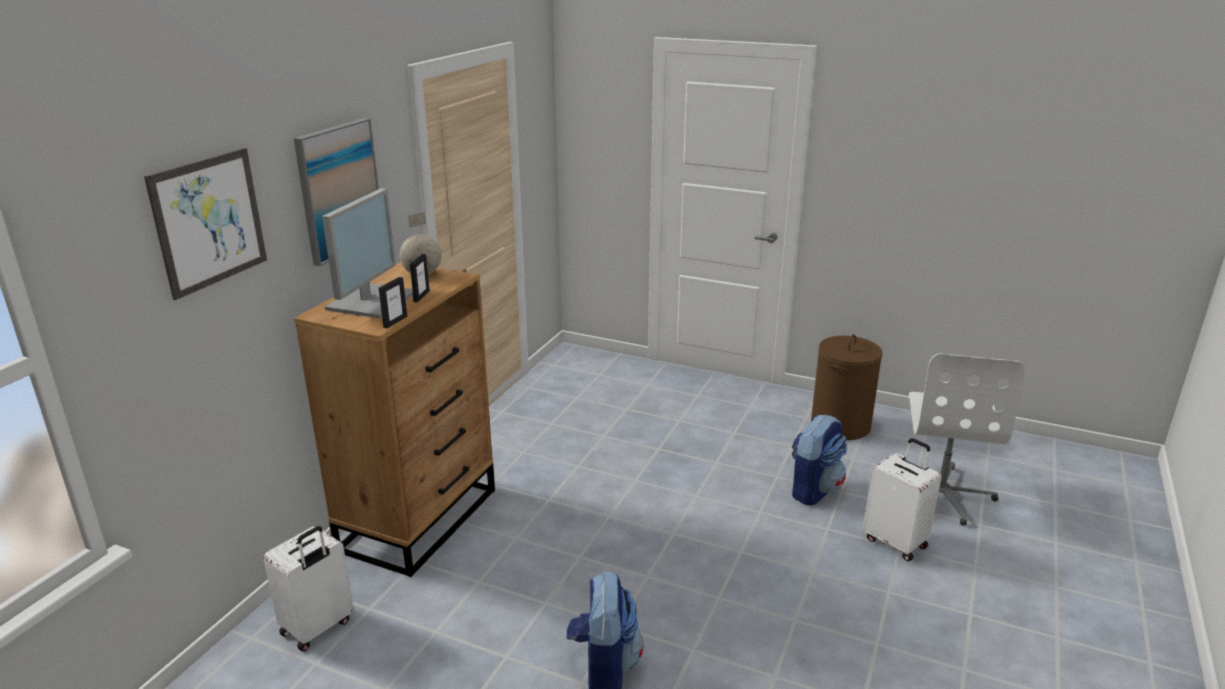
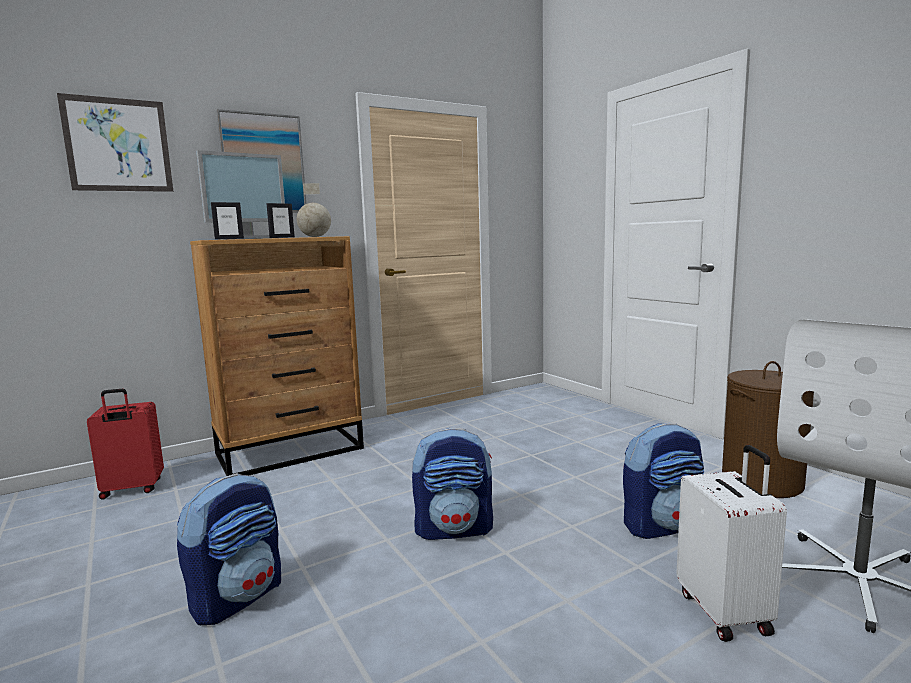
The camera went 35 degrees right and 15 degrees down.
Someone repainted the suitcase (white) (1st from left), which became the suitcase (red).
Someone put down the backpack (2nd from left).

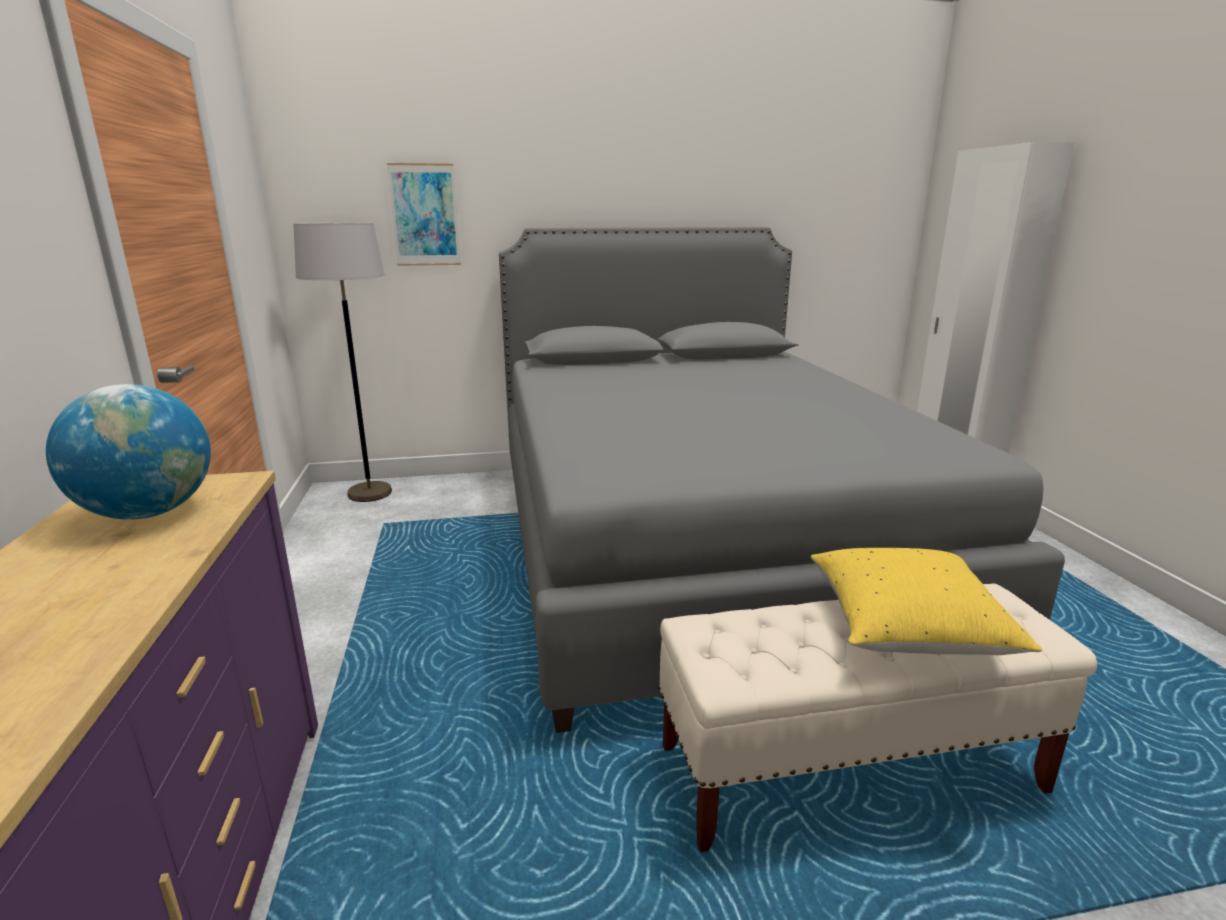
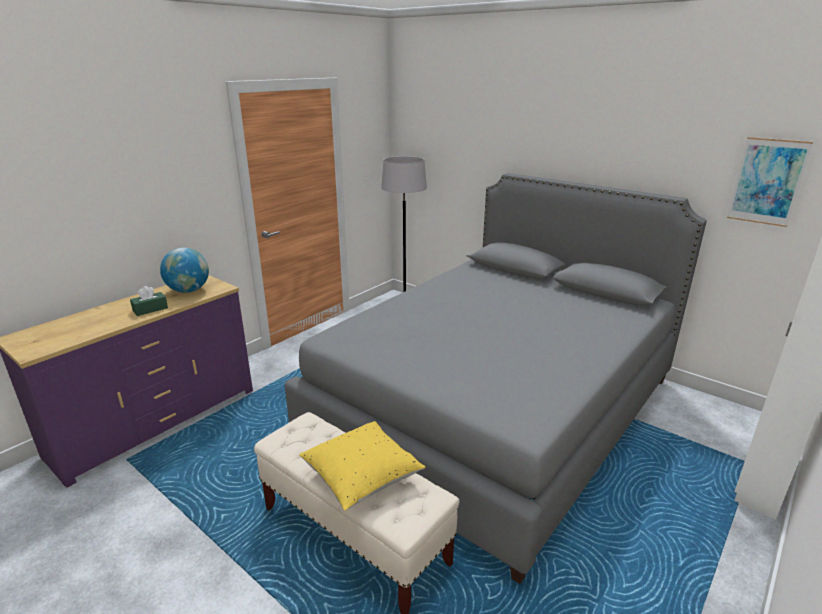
The camera went 50 degrees right and 5 degrees up.
Someone carried the picture.
Someone put down the tissue box (green).

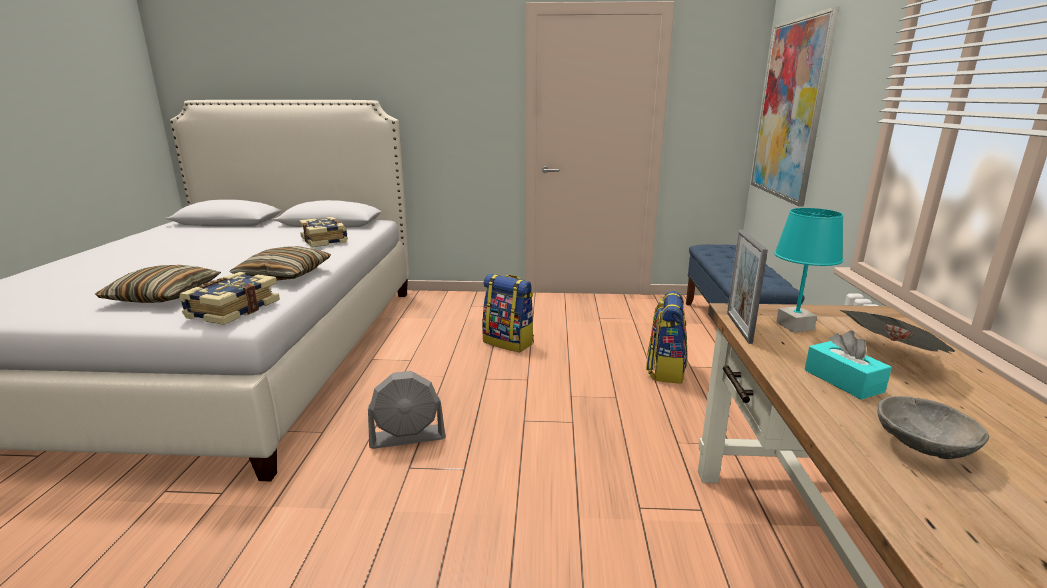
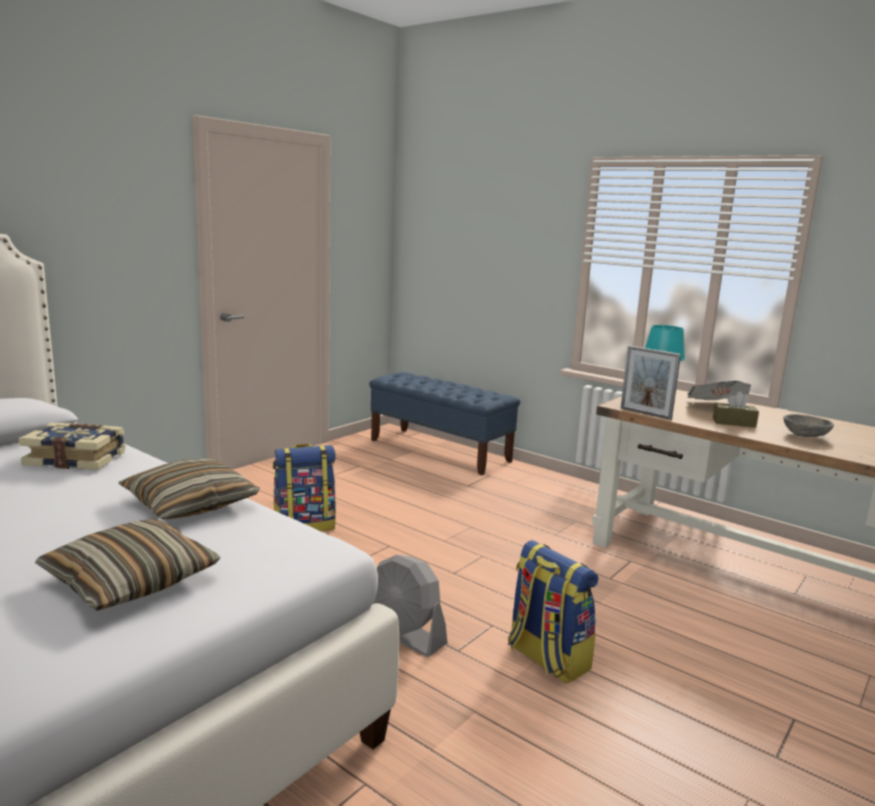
The camera went 55 degrees left and 5 degrees down.
Someone took away the picture.
Someone took away the book (1st from left).
Someone carried the backpack (2nd from left).
Someone repainted the tissue box (turquoise), which became the tissue box (brown).
Someone rotated the fan (grey) by 105 degrees clockwise.

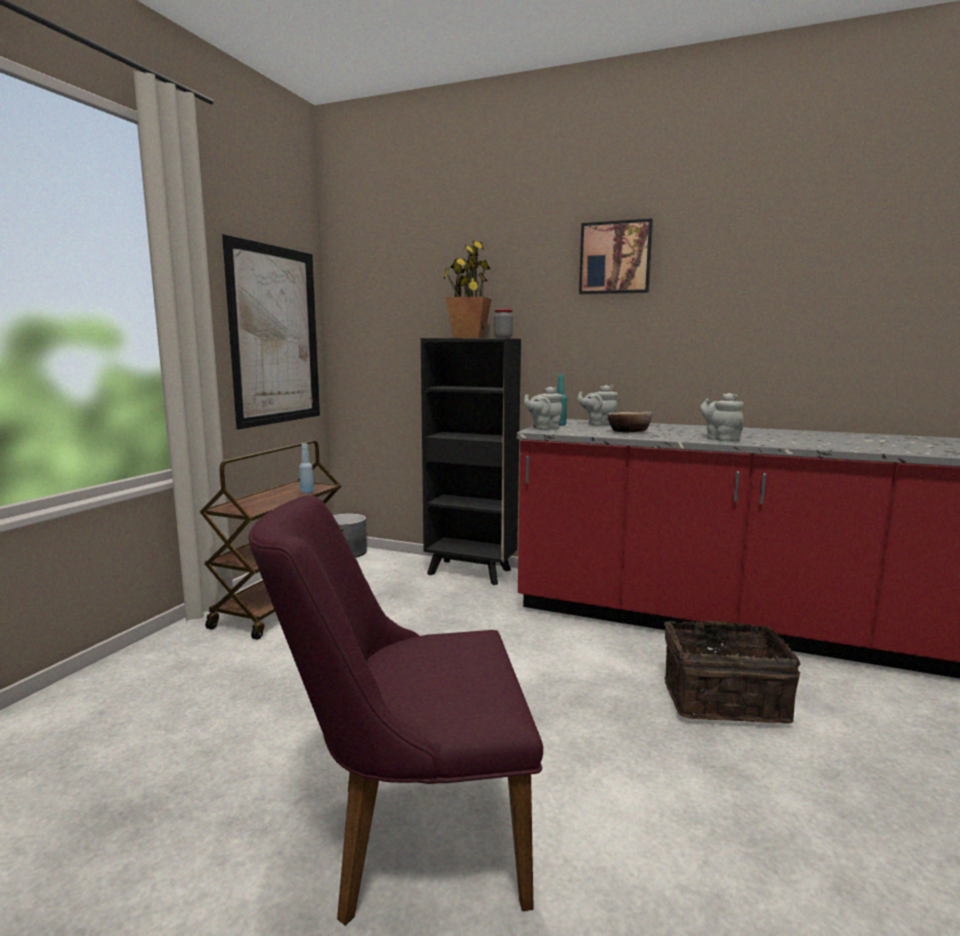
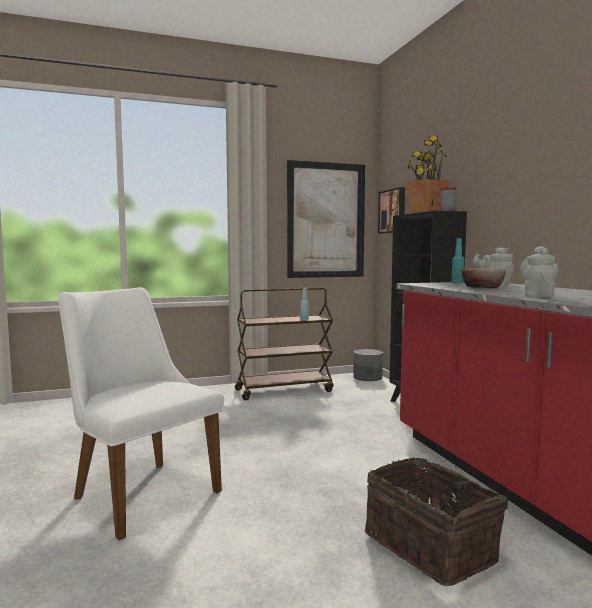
The camera went 50 degrees right and 5 degrees down.
Someone carried the picture (2nd from left).
Someone took away the teapot (grey) (1st from left).
Someone repainted the chair (purple), which became the chair (white).

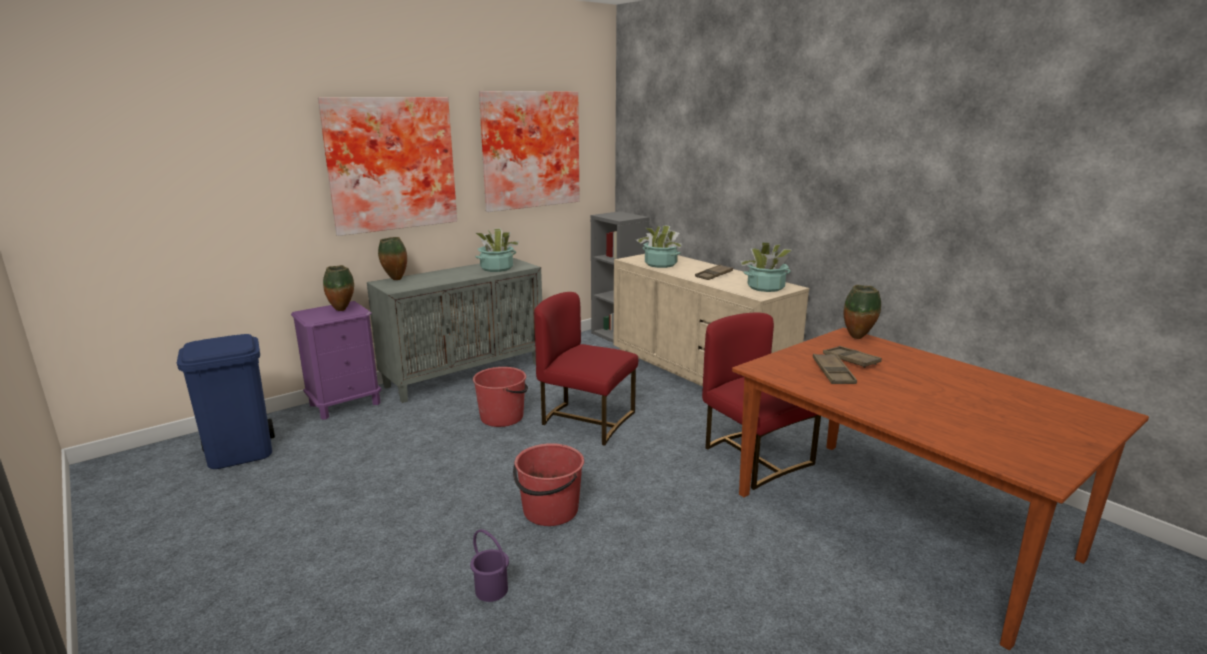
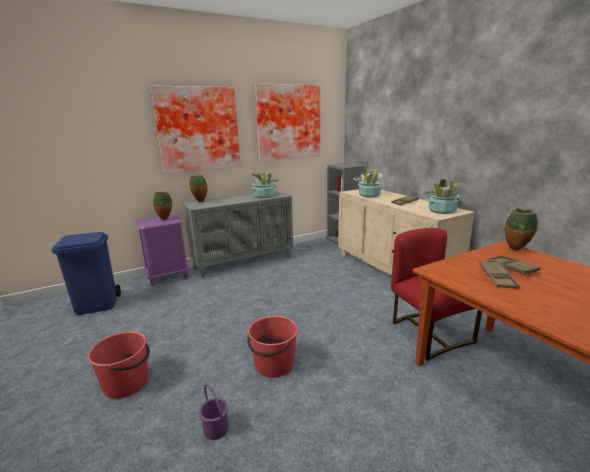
The camera went 10 degrees right and 0 degrees up.
Someone took away the chair (red) (1st from left).
Someone carried the bucket (red) (1st from left).

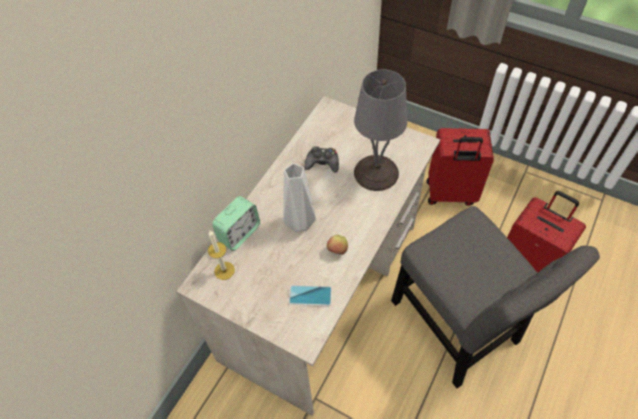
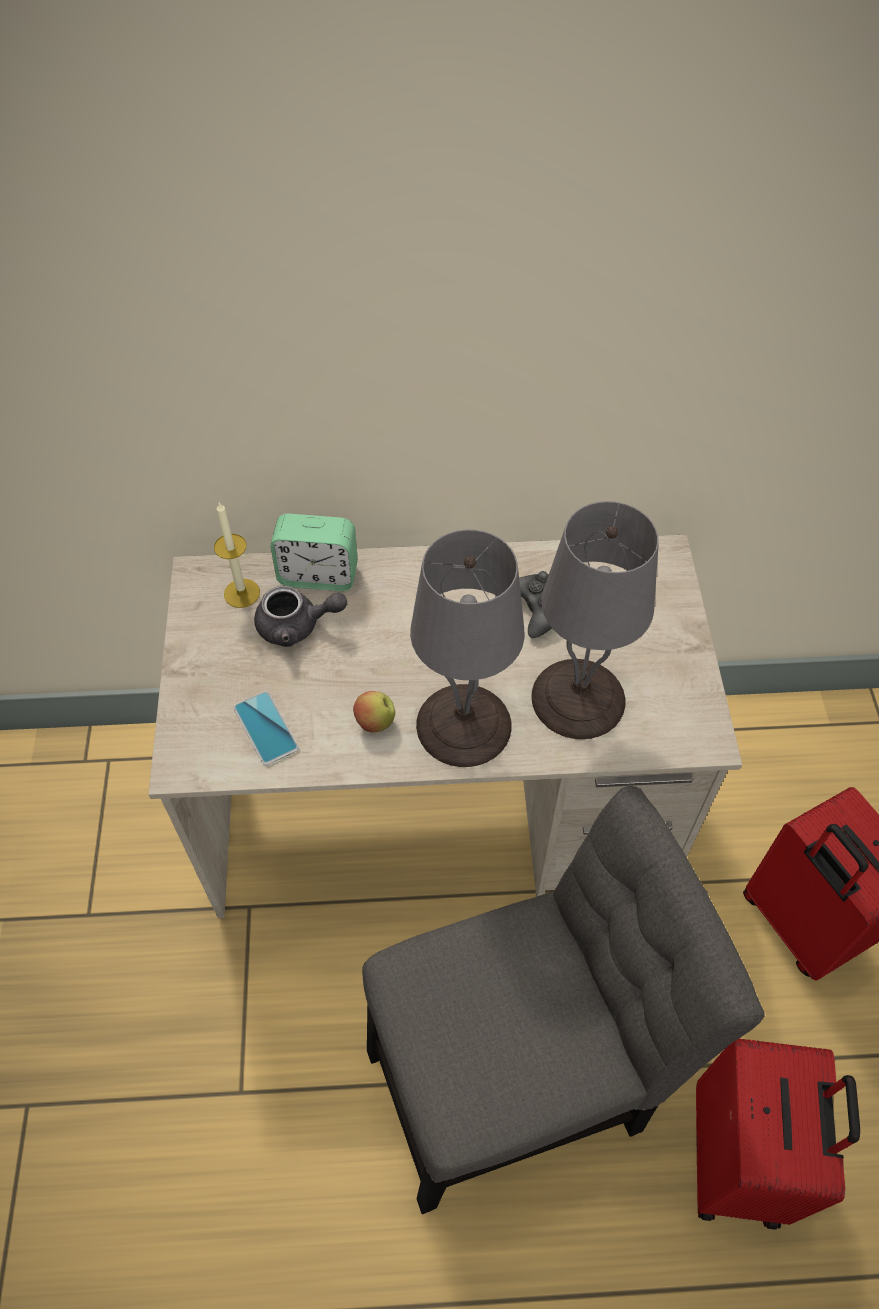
The camera went 55 degrees right and 0 degrees up.
Someone took away the vase (grey).
Someone rotated the chair (grey) by 135 degrees counterclockwise.
Someone put down the table lamp (grey) (1st from left).
Someone put down the teapot (grey).

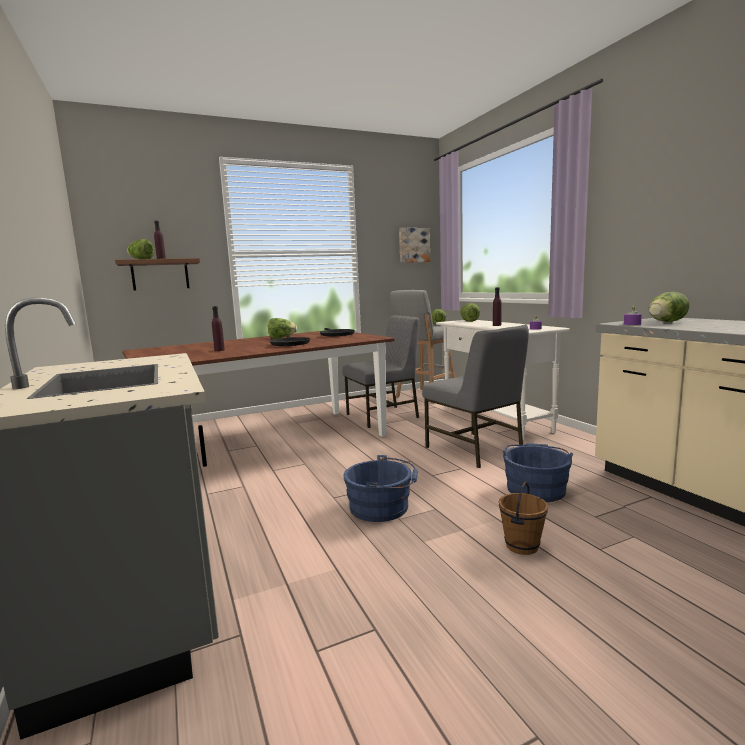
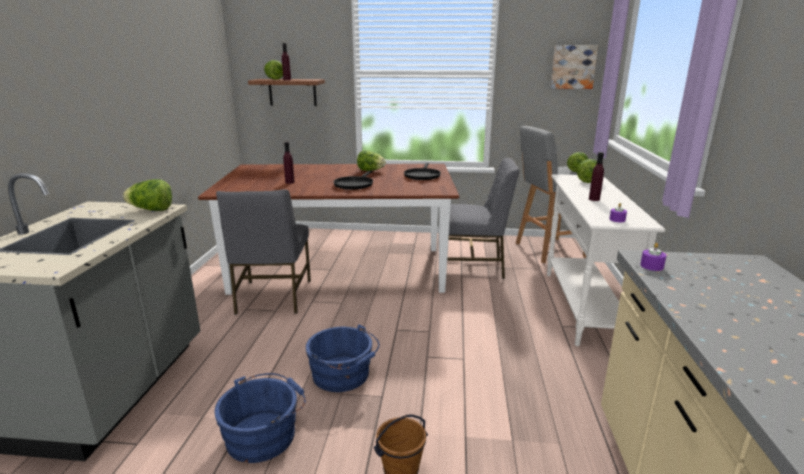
The camera went 30 degrees right and 10 degrees up.
Someone carried the lettuce (5th from left in the first image).
Someone carried the chair (grey) (2nd from left in the first image).
Someone carried the bucket (blue) (2nd from left in the first image).

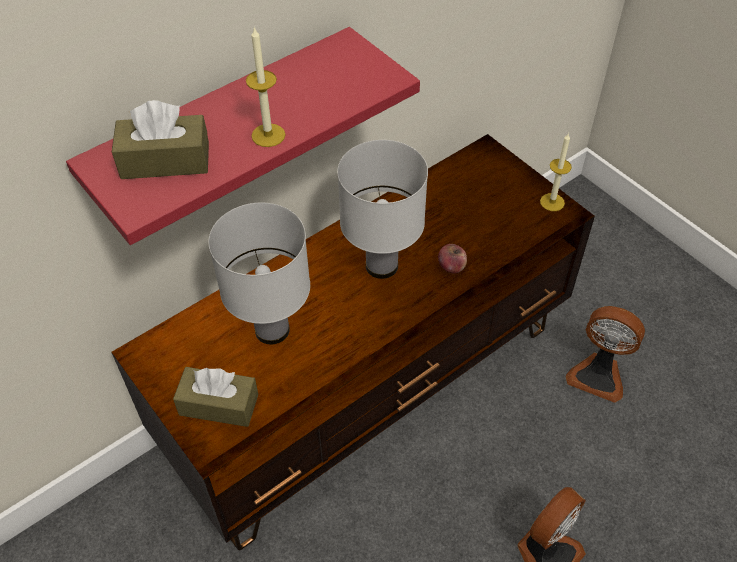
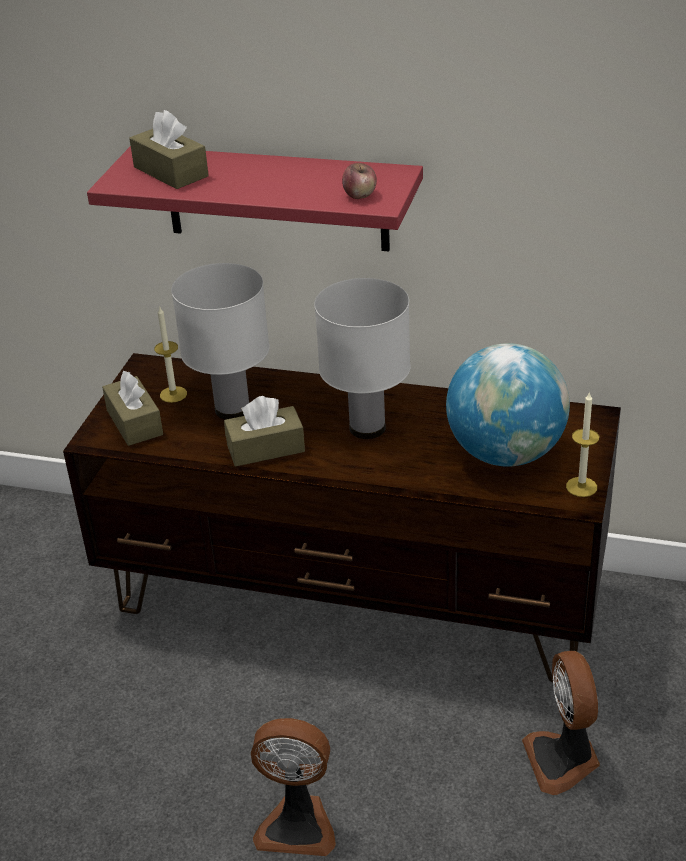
The camera went 55 degrees right and 15 degrees down.
Someone carried the candle (1st from left).
Someone carried the apple.
Someone put down the globe.
Someone put down the tissue box (brown) (3rd from left).

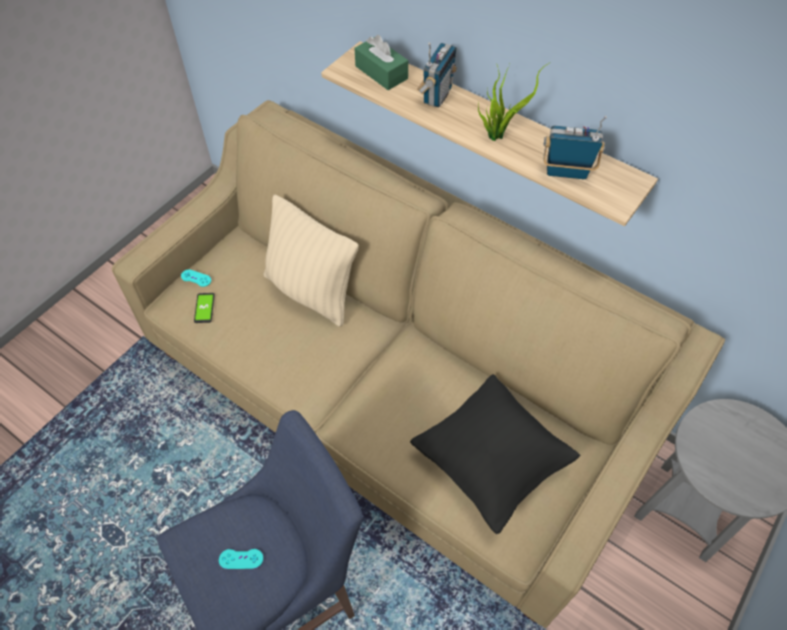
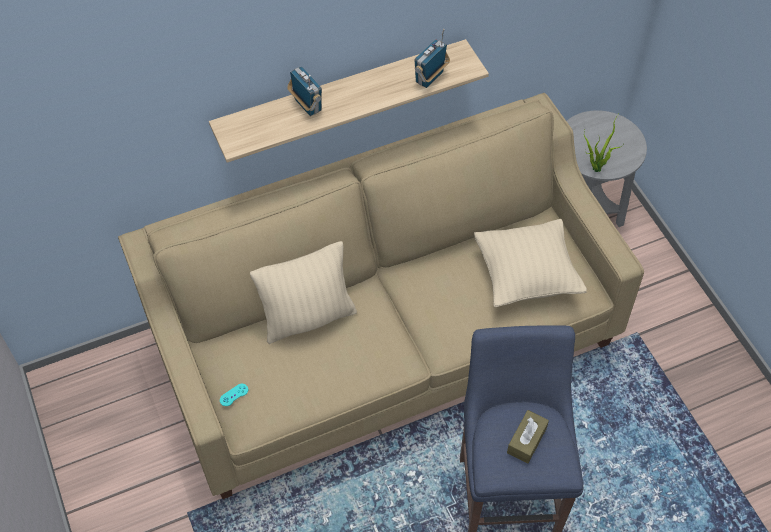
The camera went 60 degrees left and 0 degrees up.
Someone took away the tissue box (green).
Someone carried the potted plant.
Someone took away the phone.
Someone repainted the pillow (black), which became the pillow (beige) (2nd from left).
Someone swapped the game controller (turquoise) (2nd from left) for the tissue box (brown).

